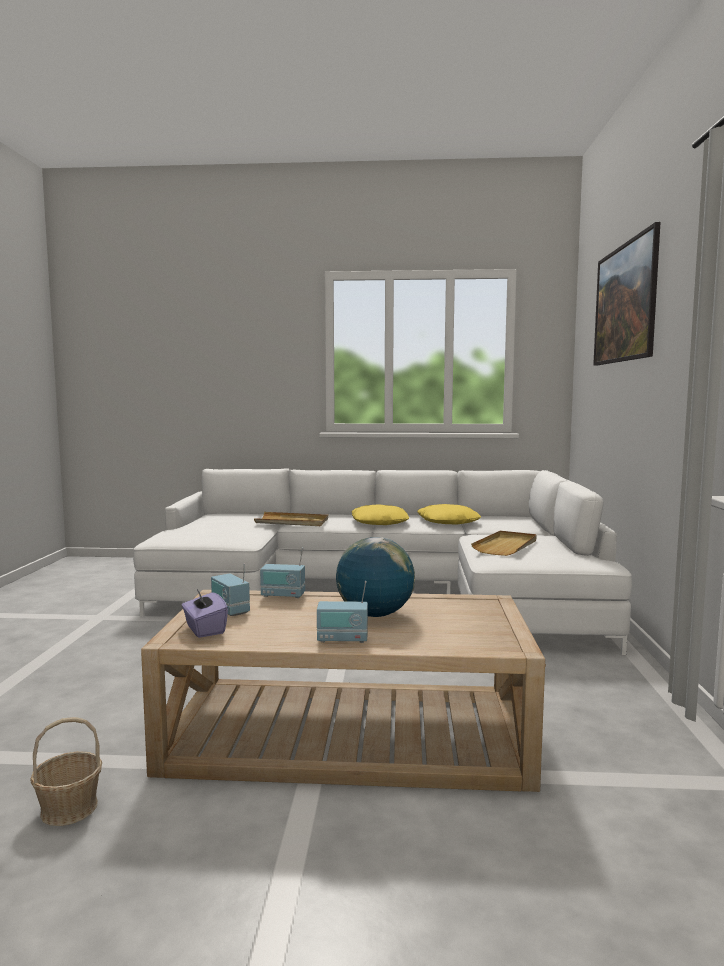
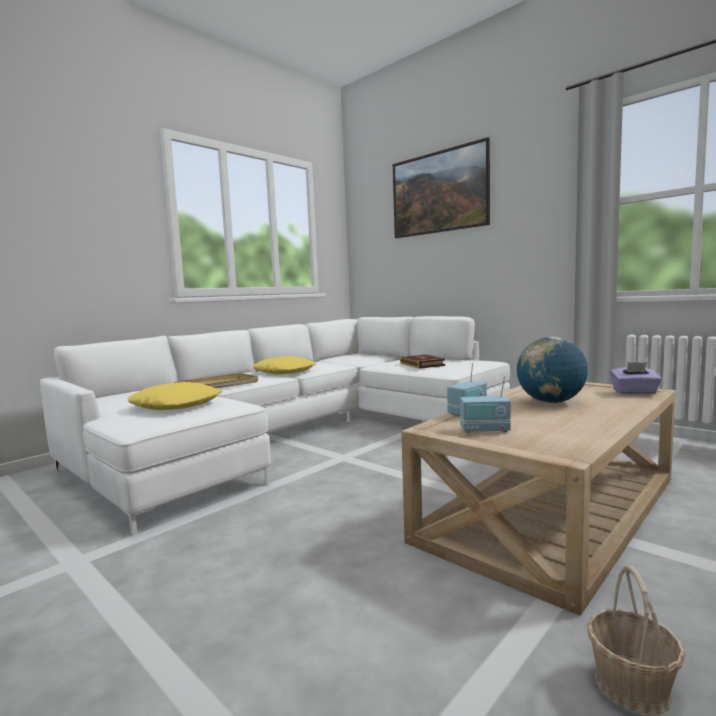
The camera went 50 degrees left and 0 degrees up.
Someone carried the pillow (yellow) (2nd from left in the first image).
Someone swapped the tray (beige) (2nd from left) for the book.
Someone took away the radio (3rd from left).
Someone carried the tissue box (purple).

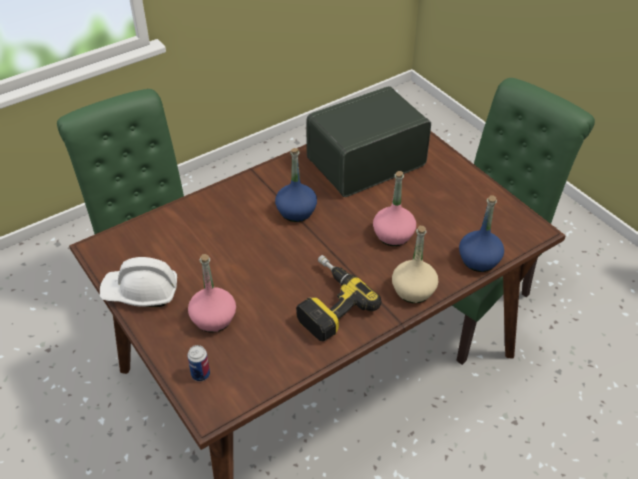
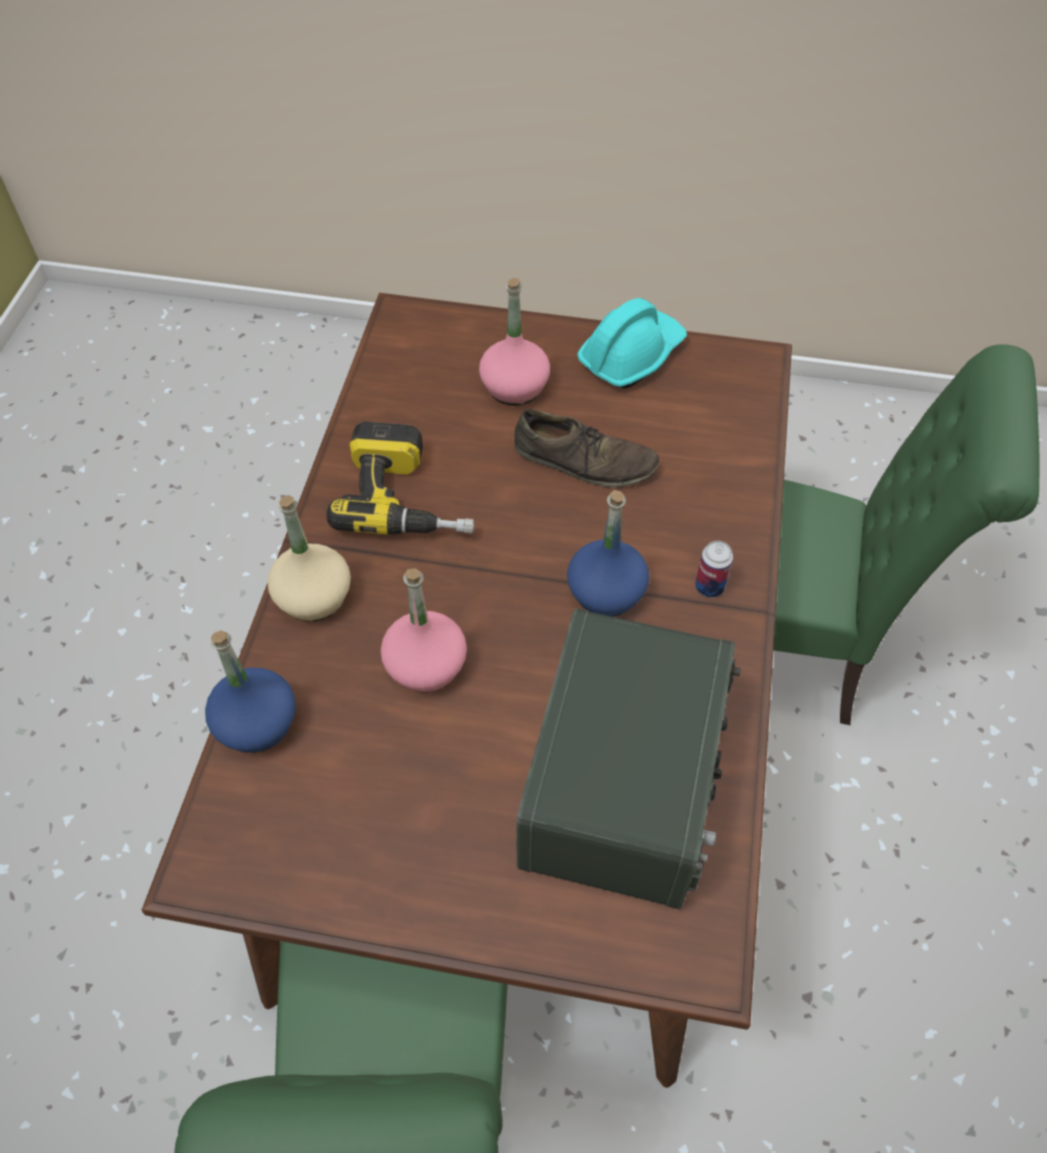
The camera went 135 degrees right and 10 degrees up.
Someone repainted the hard hat (white), which became the hard hat (turquoise).
Someone carried the can.
Someone put down the shoe (brown).

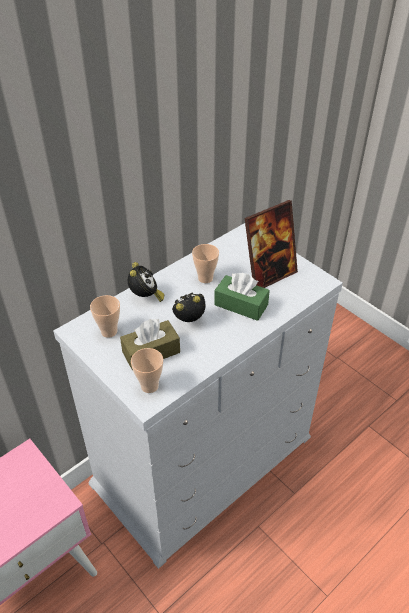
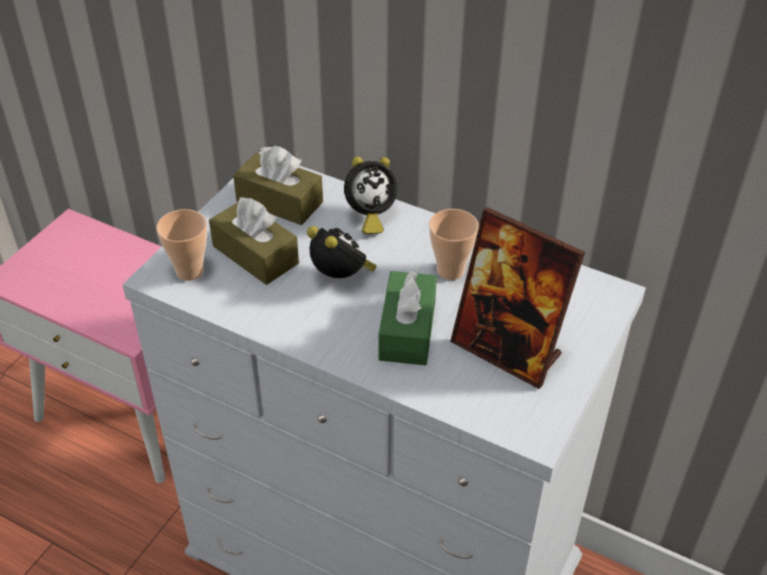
The camera went 70 degrees right and 0 degrees up.
Someone swapped the cup (1st from left) for the tissue box (brown) (2nd from left).

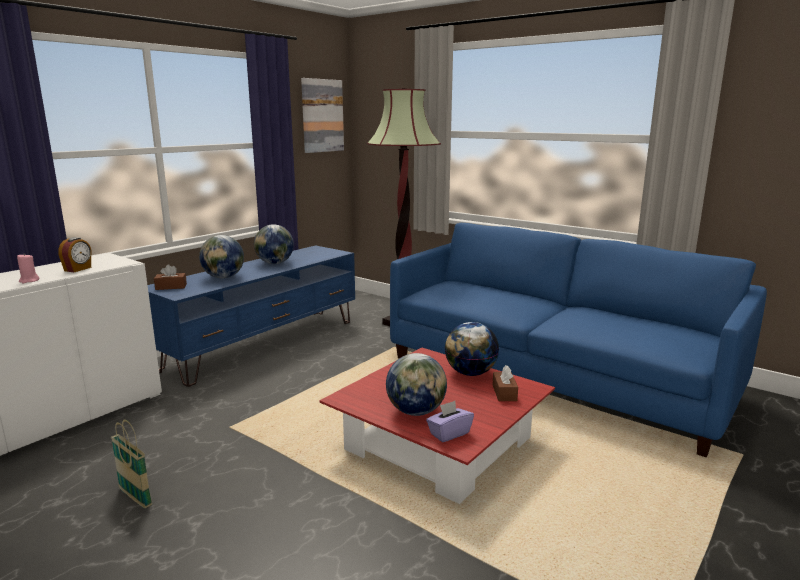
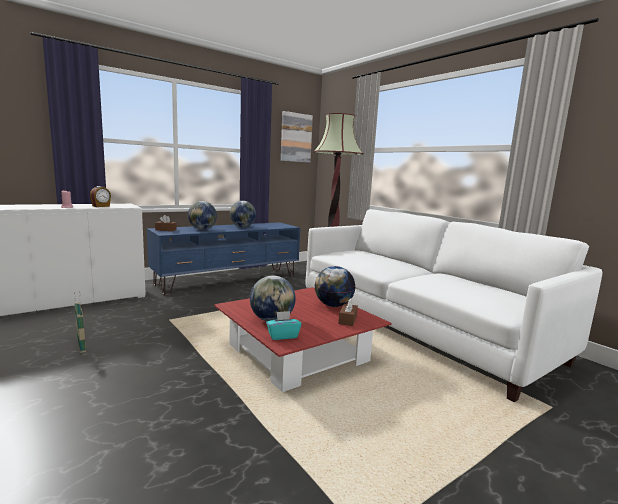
The camera went 15 degrees right and 5 degrees down.
Someone repainted the sofa (blue), which became the sofa (white).
Someone repainted the tissue box (purple), which became the tissue box (turquoise).

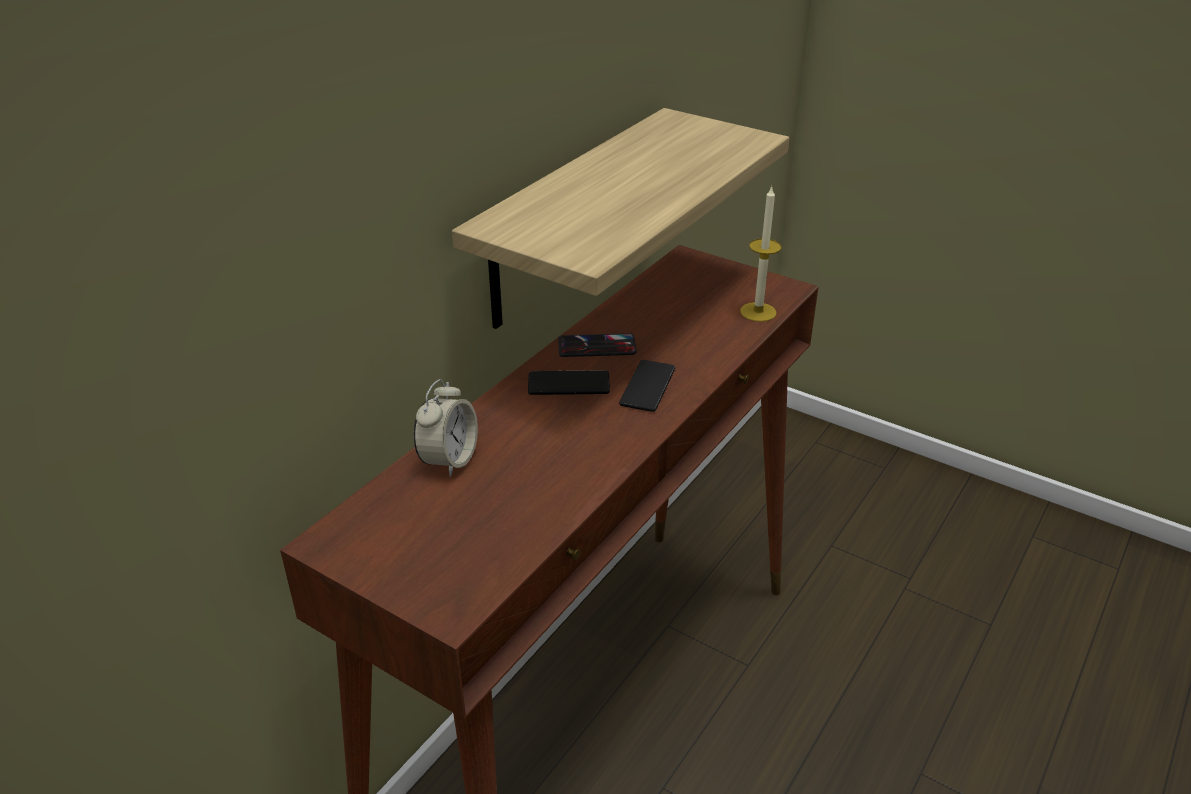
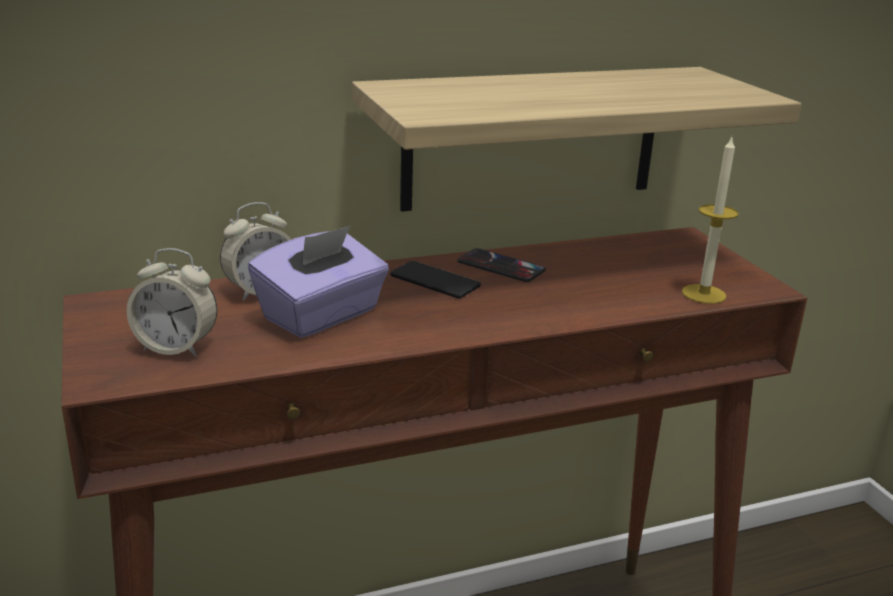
The camera went 35 degrees right and 10 degrees down.
Someone took away the phone (3rd from left).
Someone put down the tissue box (purple).
Someone put down the alarm clock (1st from left).

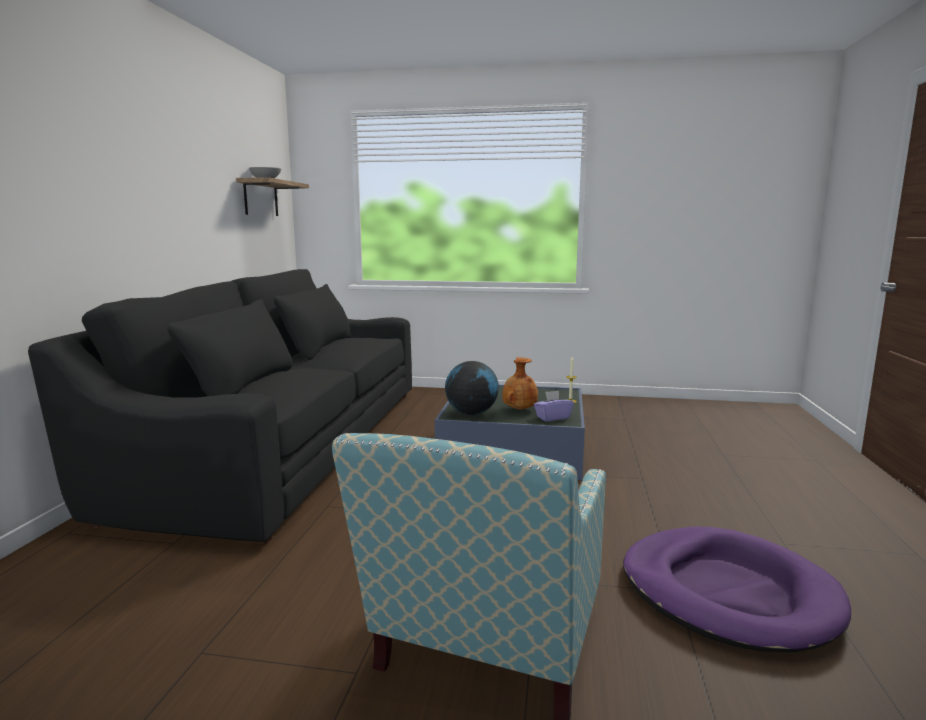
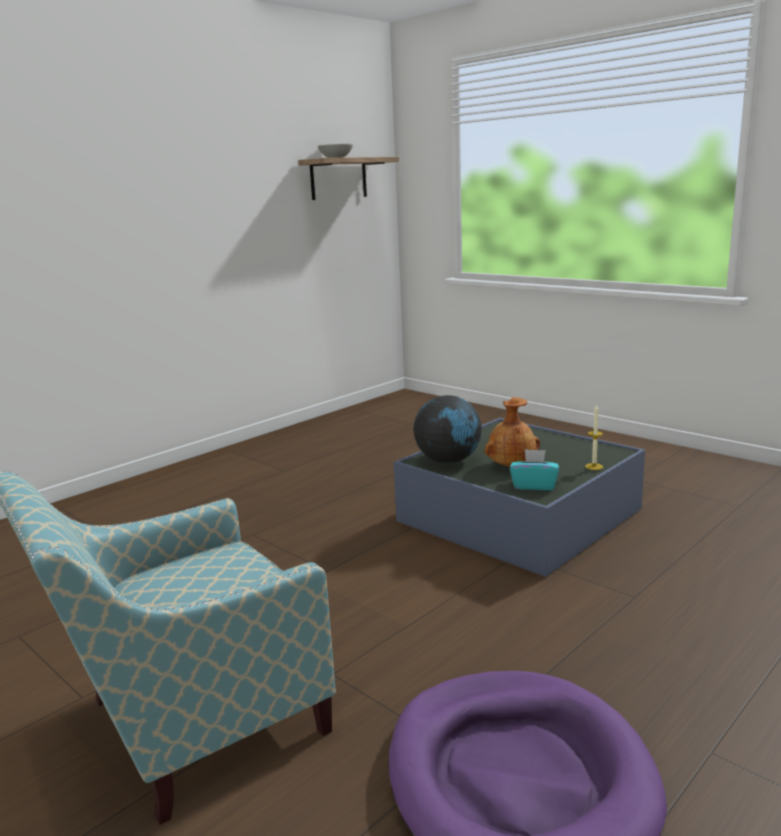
The camera went 35 degrees right and 5 degrees up.
Someone took away the sofa (black).
Someone repainted the tissue box (purple), which became the tissue box (turquoise).

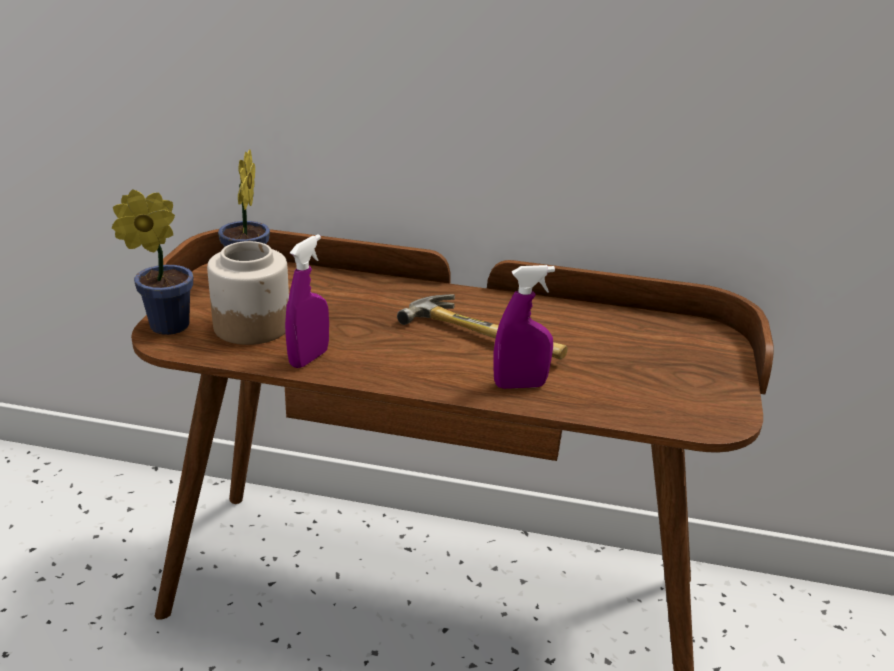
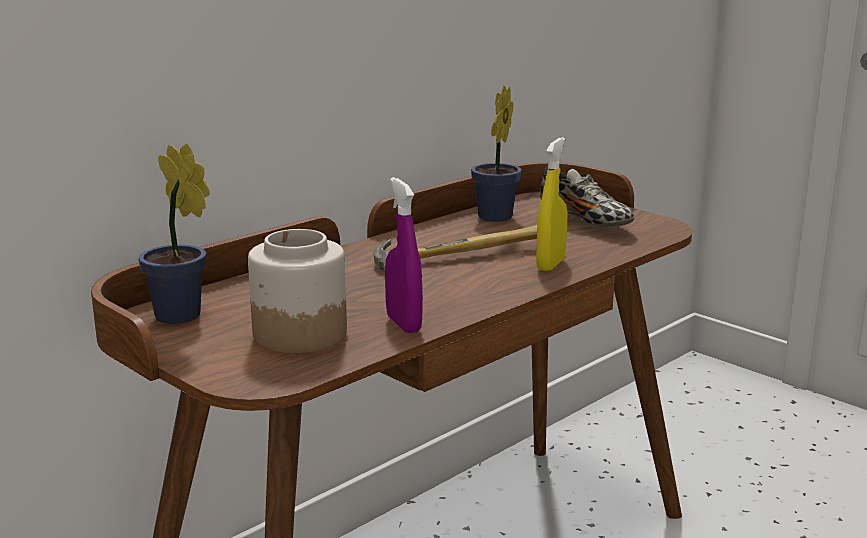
The camera went 55 degrees left and 10 degrees down.
Someone carried the potted plant (1st from left in the first image).
Someone repainted the spray bottle (purple) (2nd from left), which became the spray bottle (yellow).
Someone put down the shoe.

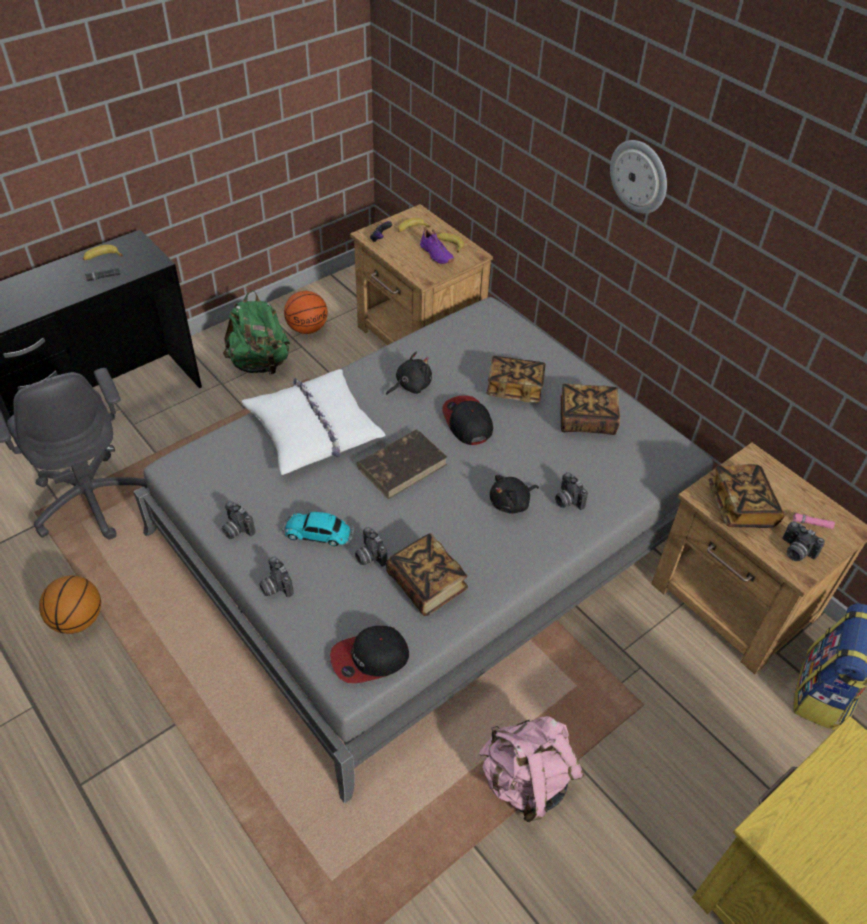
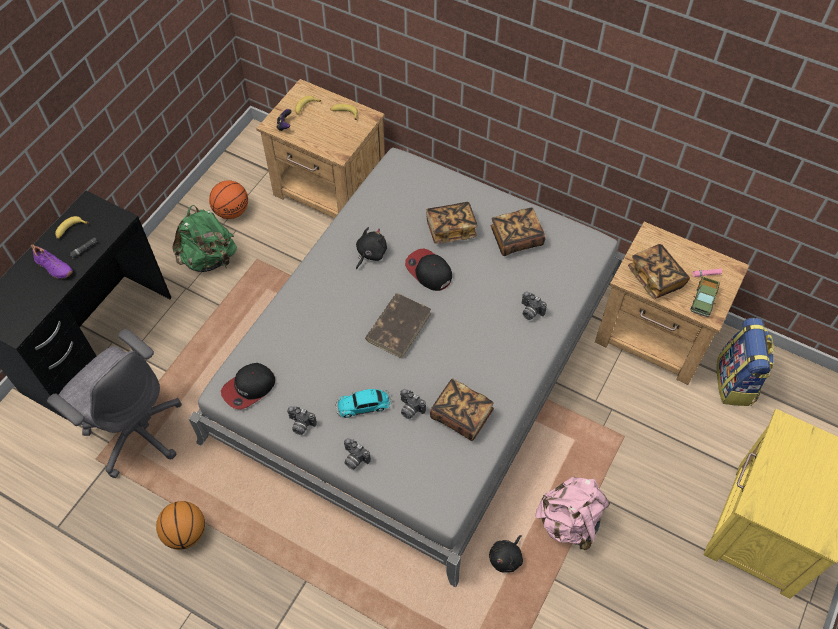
The camera went 20 degrees left and 10 degrees up.
Someone took away the wall clock.
Someone carried the shoe (purple).
Someone took away the pillow (white).
Someone carried the plush toy (black) (2nd from left).
Someone swapped the photo camera (5th from left) for the toy truck.
Someone carried the cap (1st from left).

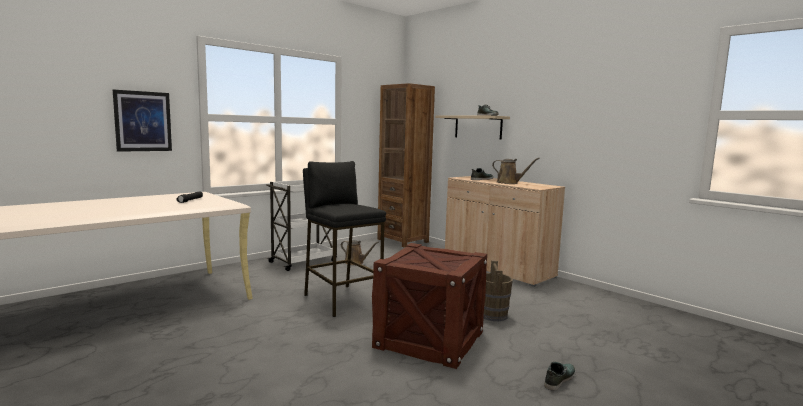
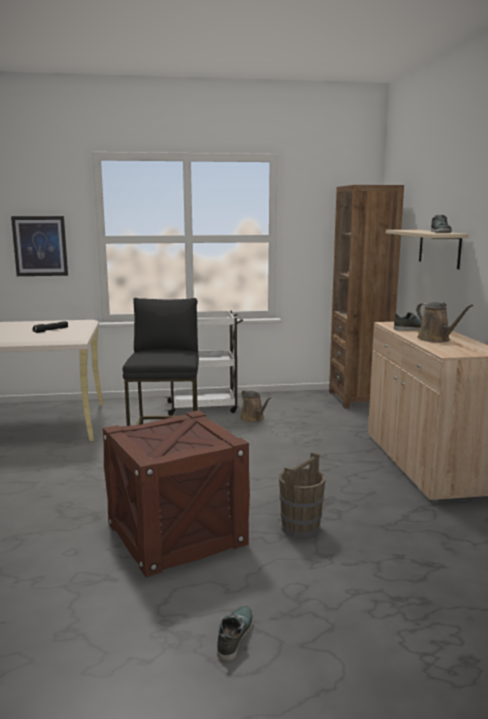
The camera went 35 degrees right and 5 degrees up.
Someone rotated the shoe (3rd from left in the first image) by 60 degrees counterclockwise.

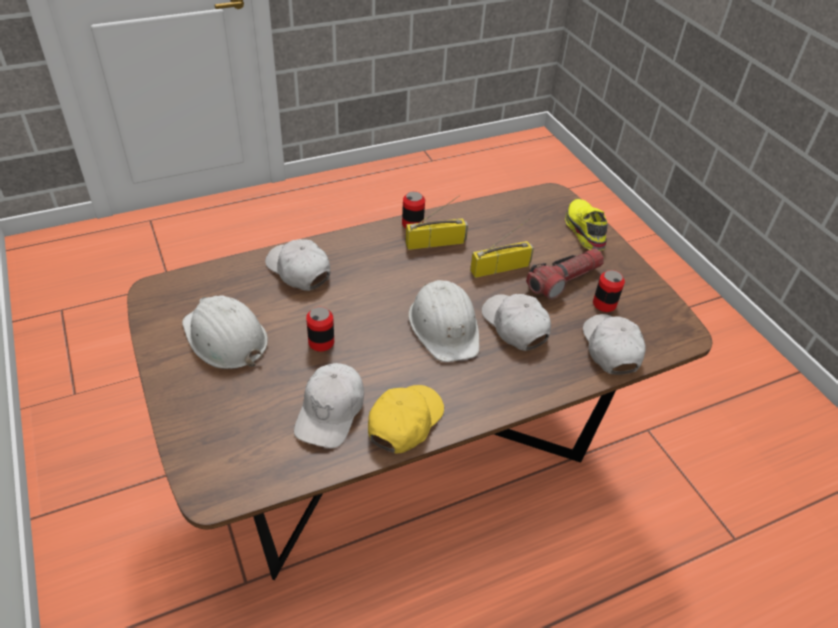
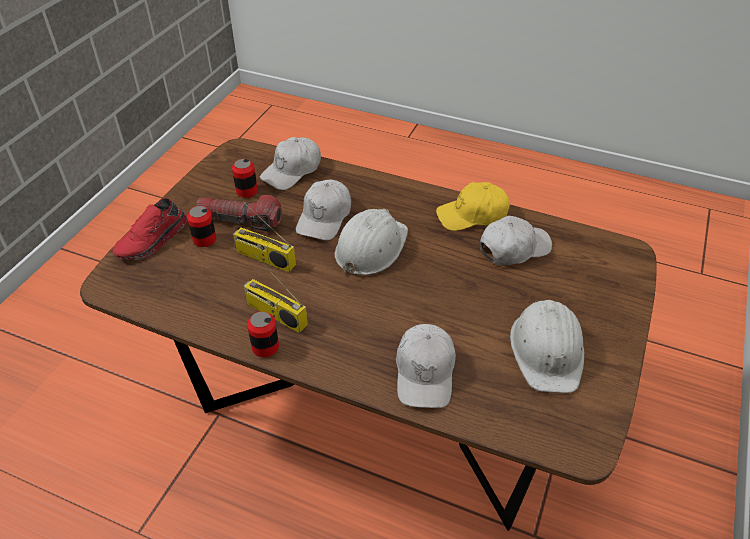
The camera went 130 degrees left and 0 degrees up.
Someone repainted the shoe (yellow), which became the shoe (red).
Someone carried the can (1st from left).

